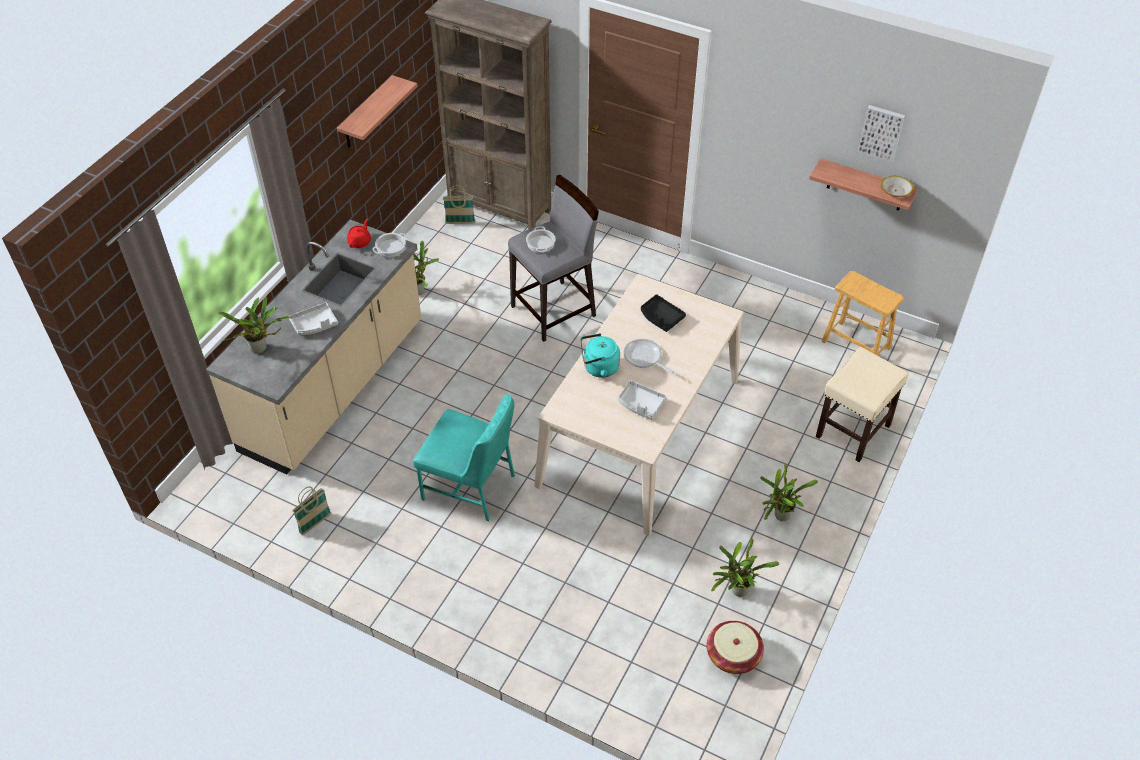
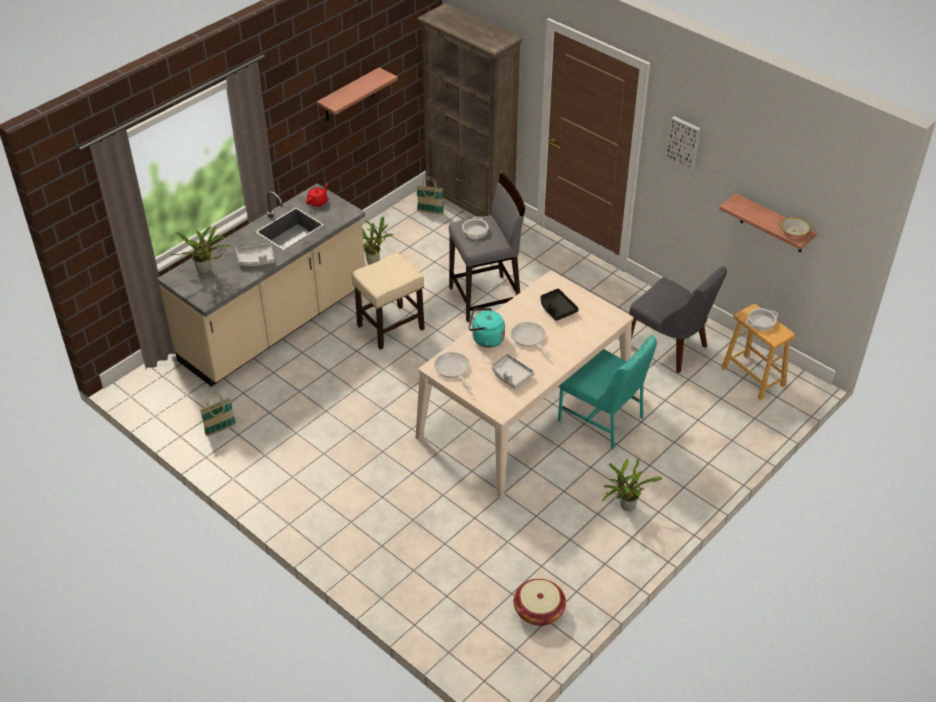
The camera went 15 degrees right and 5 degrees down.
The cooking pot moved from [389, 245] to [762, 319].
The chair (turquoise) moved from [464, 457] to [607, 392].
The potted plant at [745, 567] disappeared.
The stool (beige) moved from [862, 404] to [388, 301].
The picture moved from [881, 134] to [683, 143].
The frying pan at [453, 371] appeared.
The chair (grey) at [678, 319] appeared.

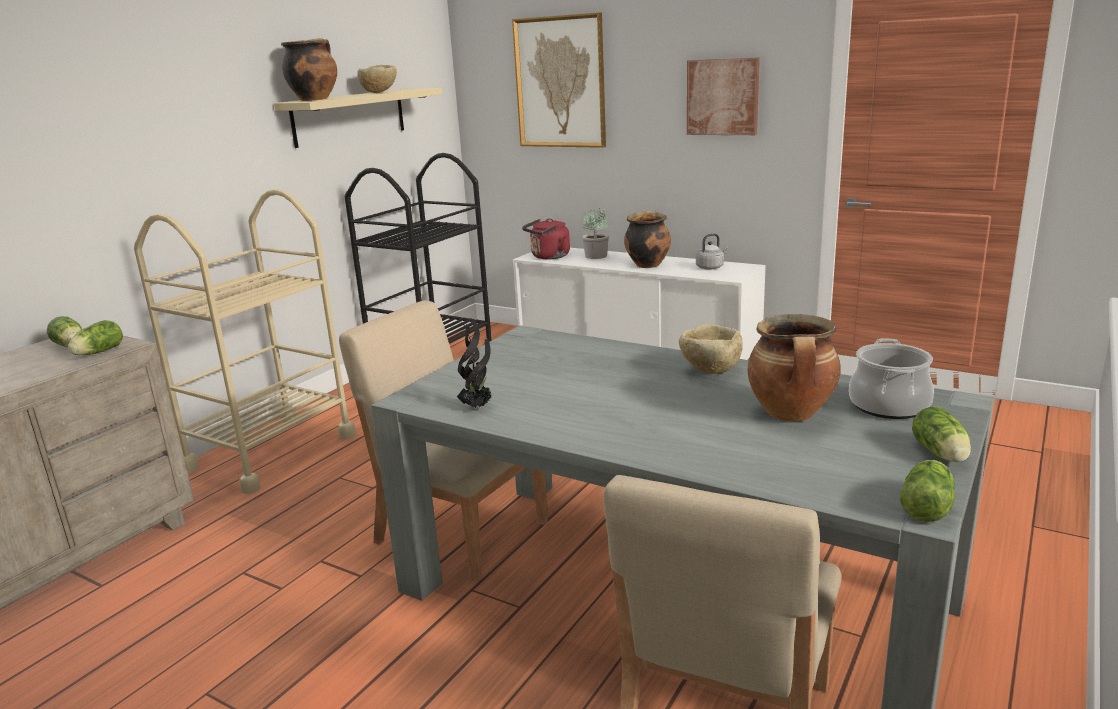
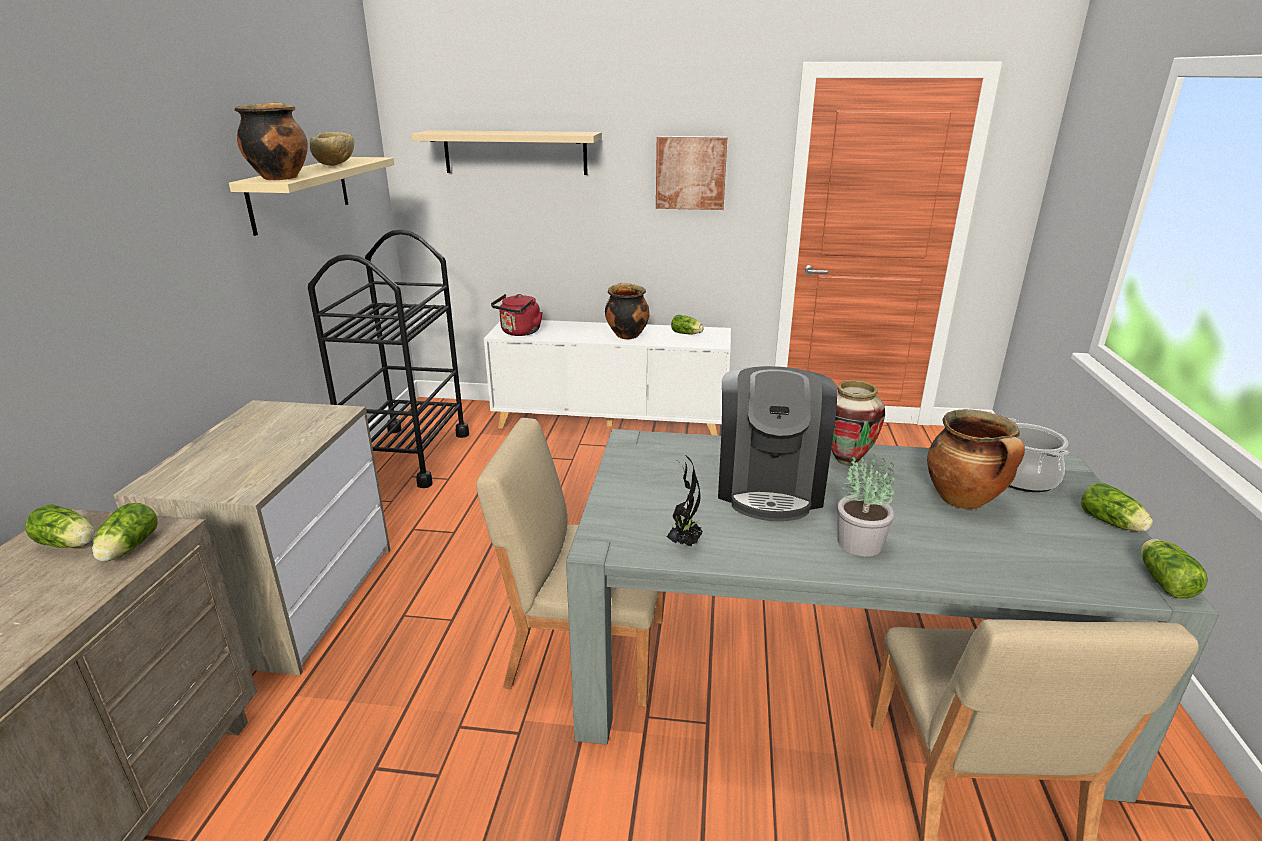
The camera went 25 degrees left and 5 degrees up.
The cart (beige) at [245, 341] was replaced by the dresser at [252, 537].
The picture at [559, 80] was replaced by the shelf (beige) at [506, 152].
The potted plant moved from [595, 233] to [865, 504].
The bowl (beige) at [710, 349] was replaced by the vase at [858, 423].
The kettle (grey) at [712, 251] was replaced by the lettuce at [687, 324].
The coffee machine at [777, 443] appeared.

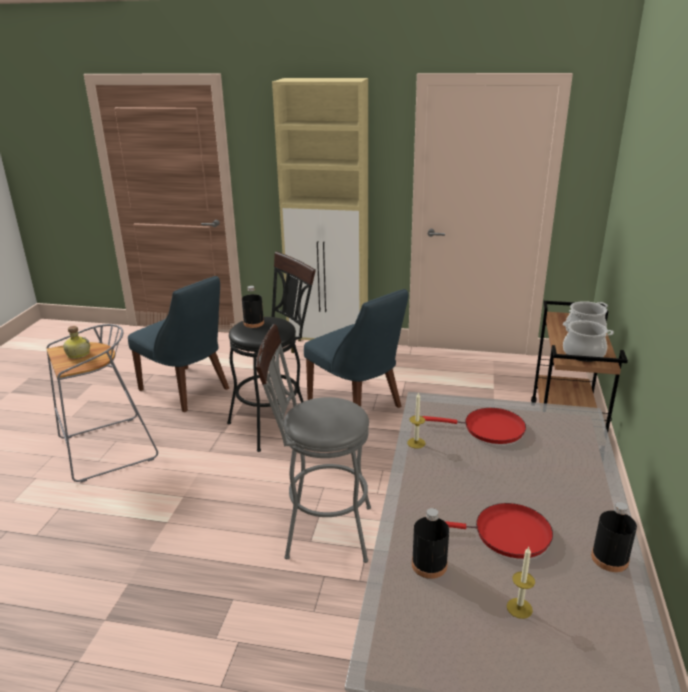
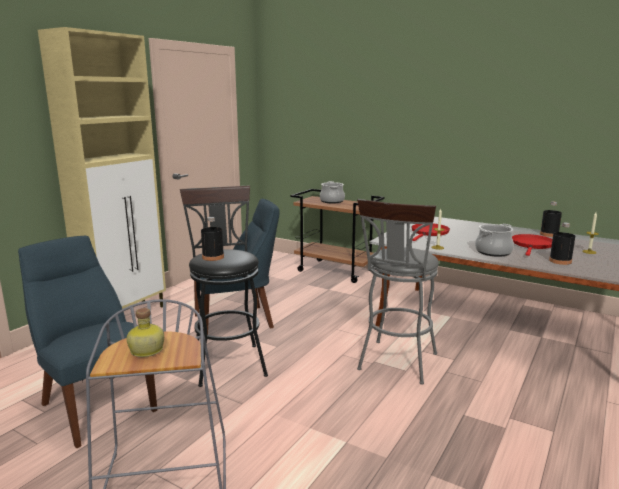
The camera went 70 degrees left and 10 degrees down.
The chair (blue) at [178, 344] turned 105 degrees counterclockwise.
The cooking pot moved from [588, 341] to [494, 240].

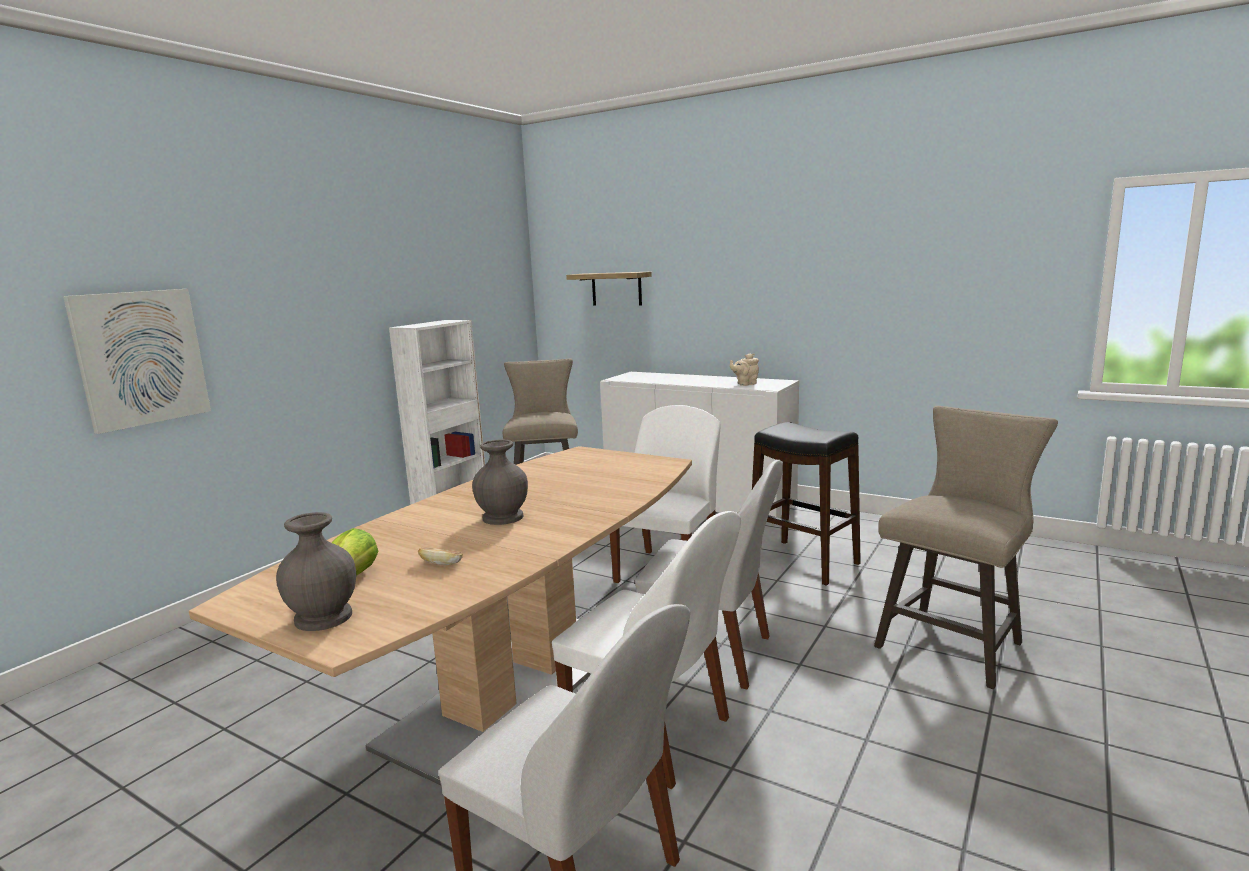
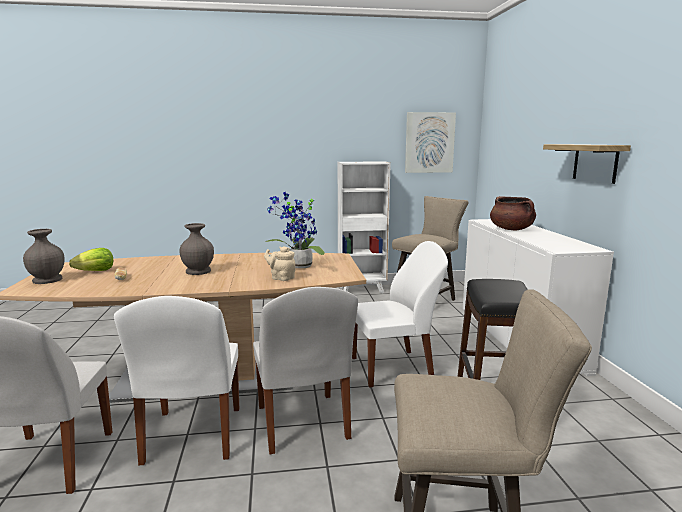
The camera went 50 degrees right and 0 degrees up.
The picture moved from [137, 361] to [430, 142].
The shelf moved from [609, 289] to [587, 164].
The teapot (beige) moved from [744, 369] to [279, 263].
The potted plant at [295, 230] appeared.
The cooking pot (brown) at [513, 213] appeared.

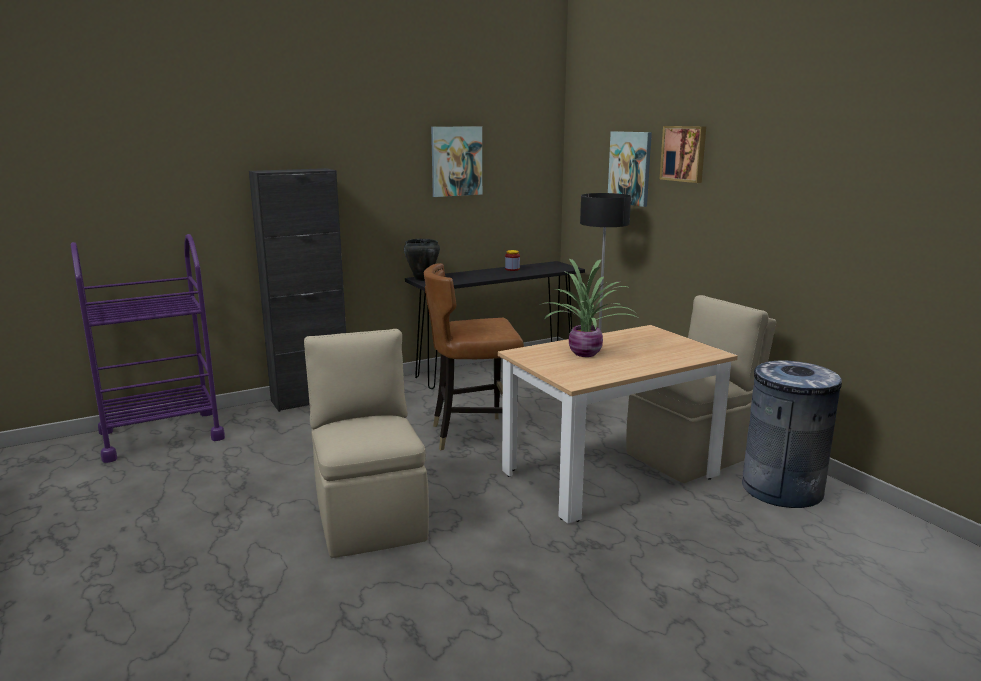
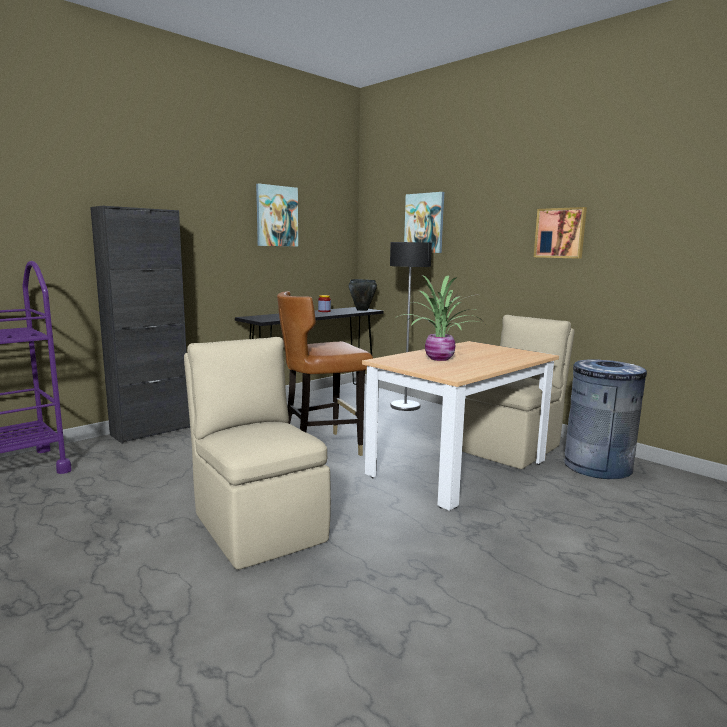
The camera went 15 degrees left and 5 degrees down.
The cooking pot (black) moved from [422, 260] to [363, 295].
The picture moved from [683, 154] to [560, 233].

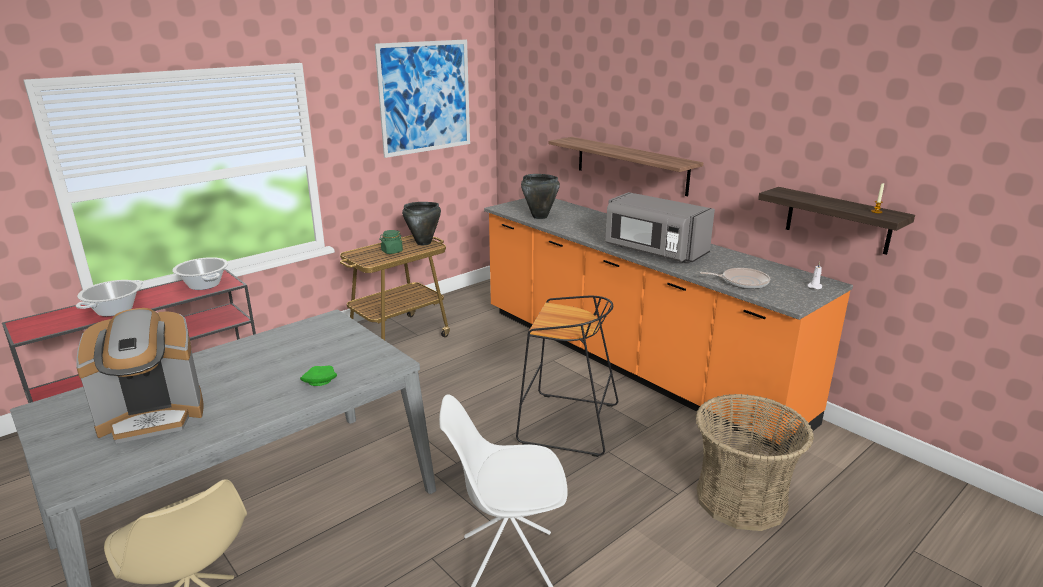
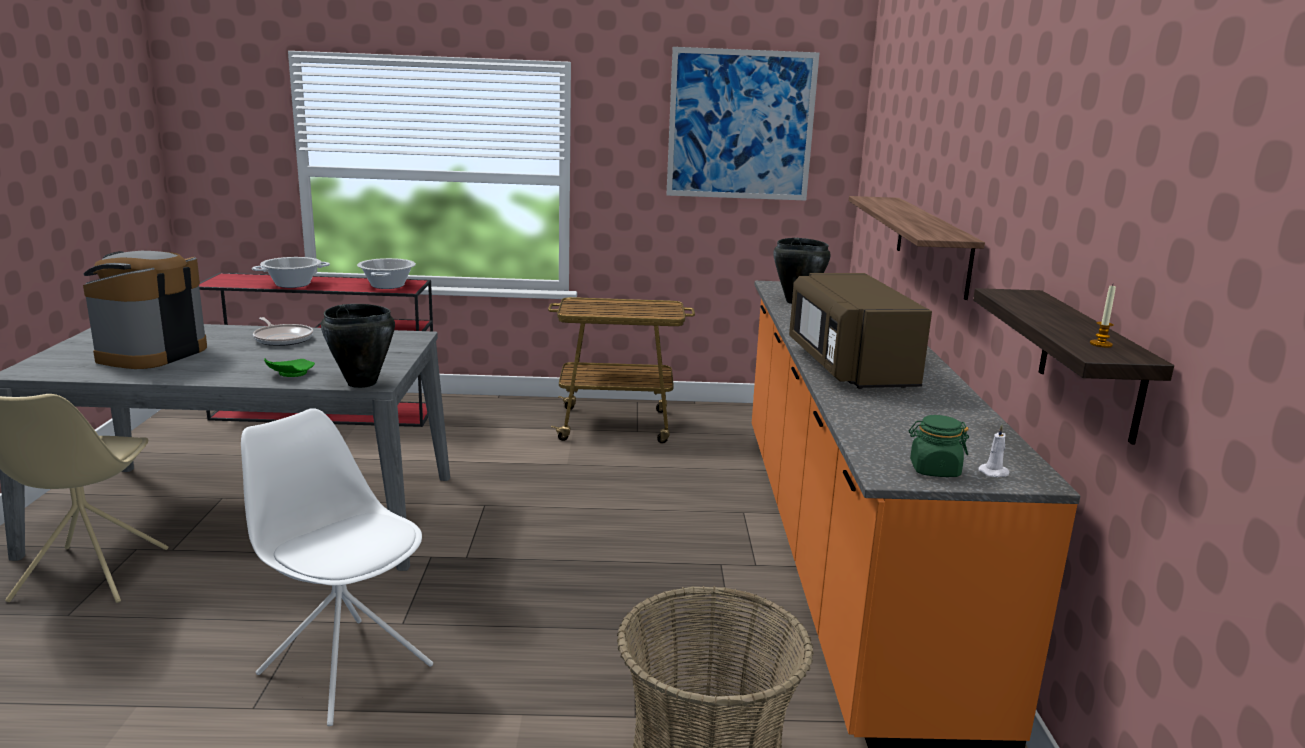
The camera went 40 degrees right and 5 degrees down.
The coffee machine at [140, 376] turned 90 degrees clockwise.
The jar (green) moved from [391, 242] to [939, 446].
The cooking pot (black) moved from [421, 223] to [358, 346].
The stool (black) at [567, 376] disappeared.
The microwave (grey) at [660, 227] became the microwave (brown) at [860, 331].
The frying pan moved from [735, 278] to [283, 331].

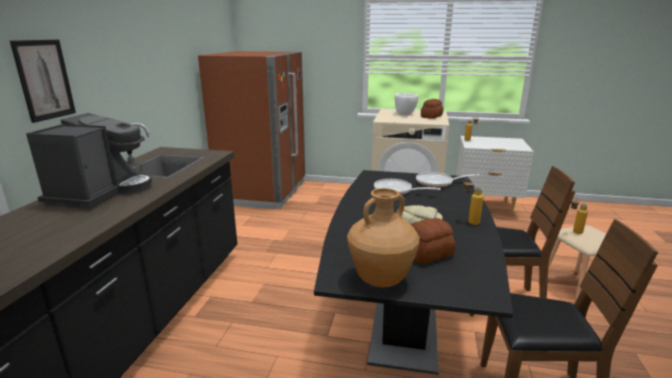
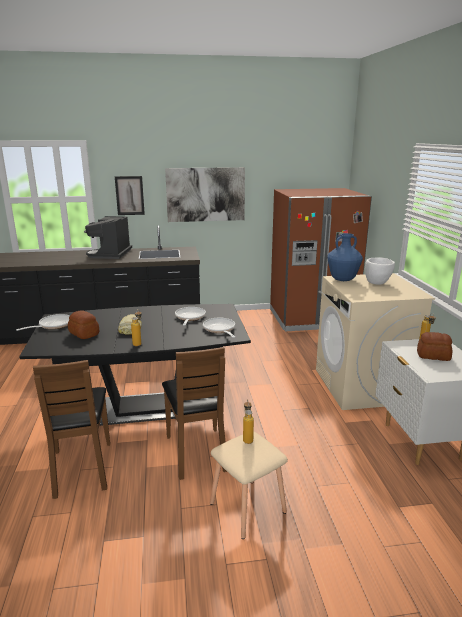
The camera went 70 degrees right and 0 degrees up.
The coffee machine at [89, 161] turned 105 degrees clockwise.
The vase (brown) at [383, 237] was replaced by the frying pan at [43, 322].
The bread moved from [432, 109] to [434, 346].
The picture at [205, 194] appeared.
The vase (blue) at [345, 257] appeared.

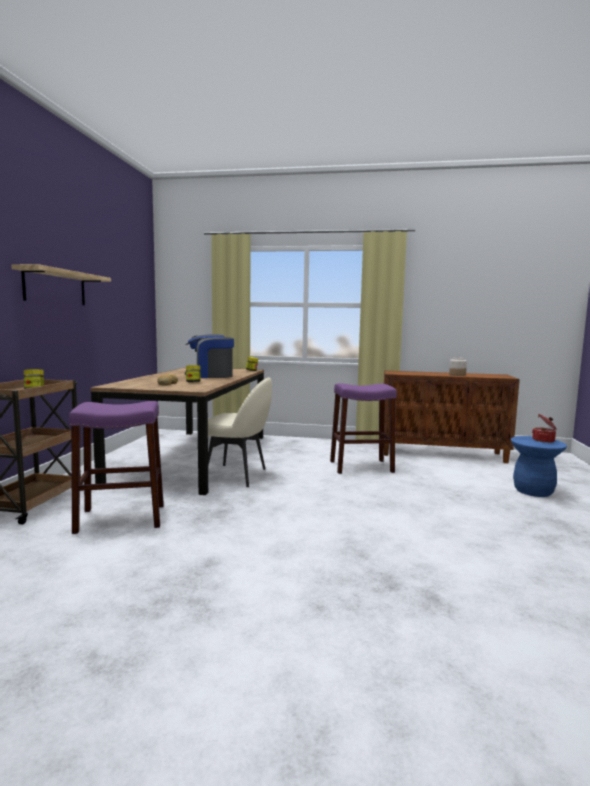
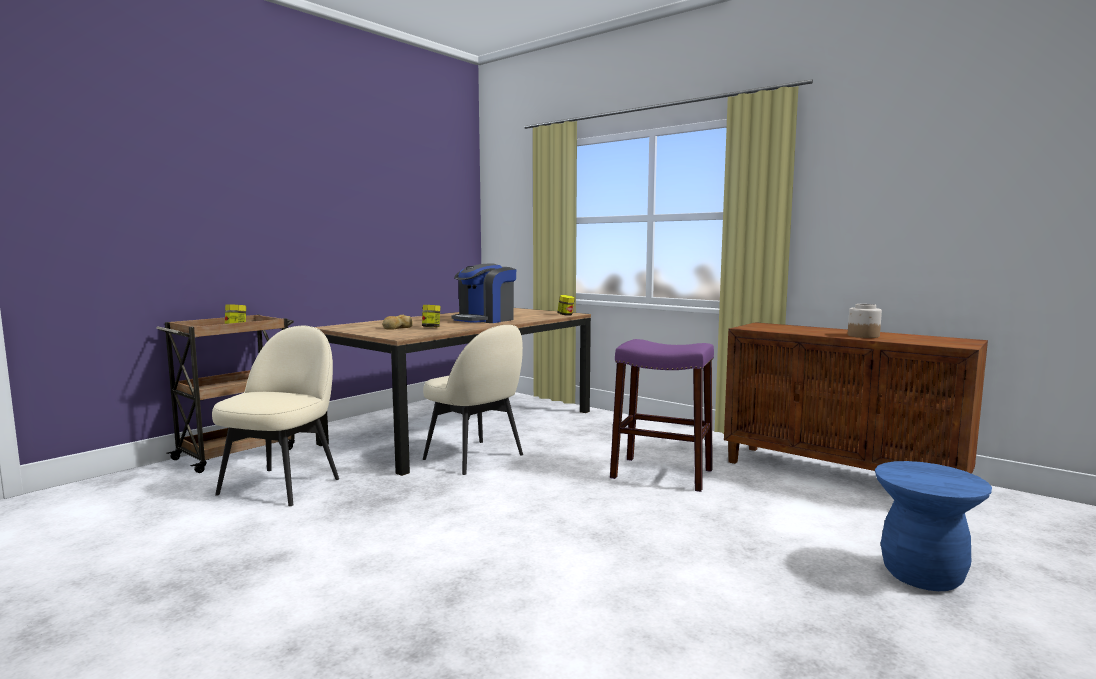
The camera went 30 degrees right and 0 degrees up.
The shelf at [61, 284] disappeared.
The stool (purple) at [116, 467] was replaced by the chair (beige) at [275, 416].
The coffee machine at [209, 356] turned 75 degrees counterclockwise.
The cooking pot at [544, 428] disappeared.

